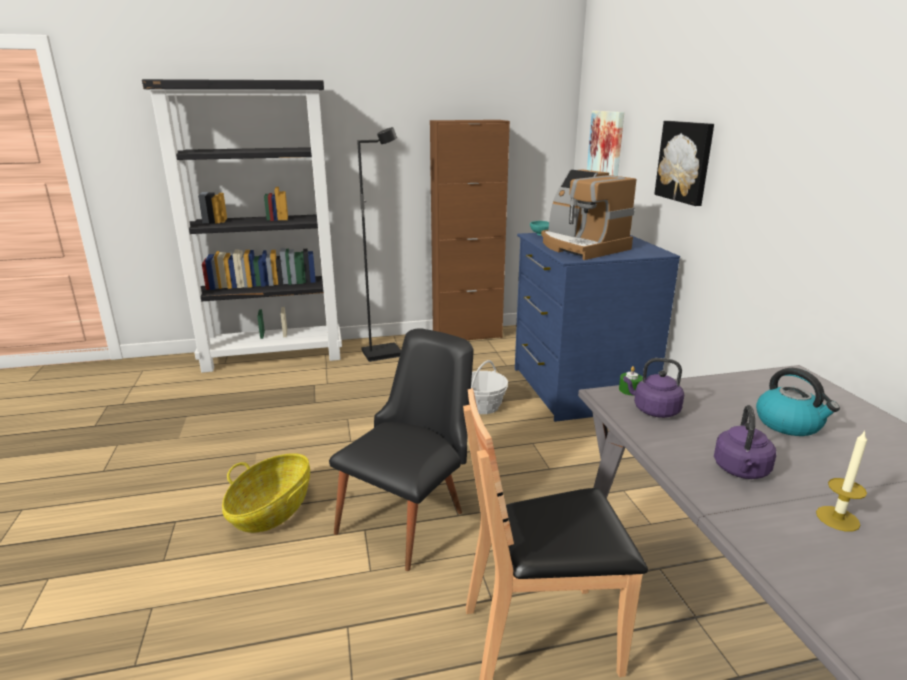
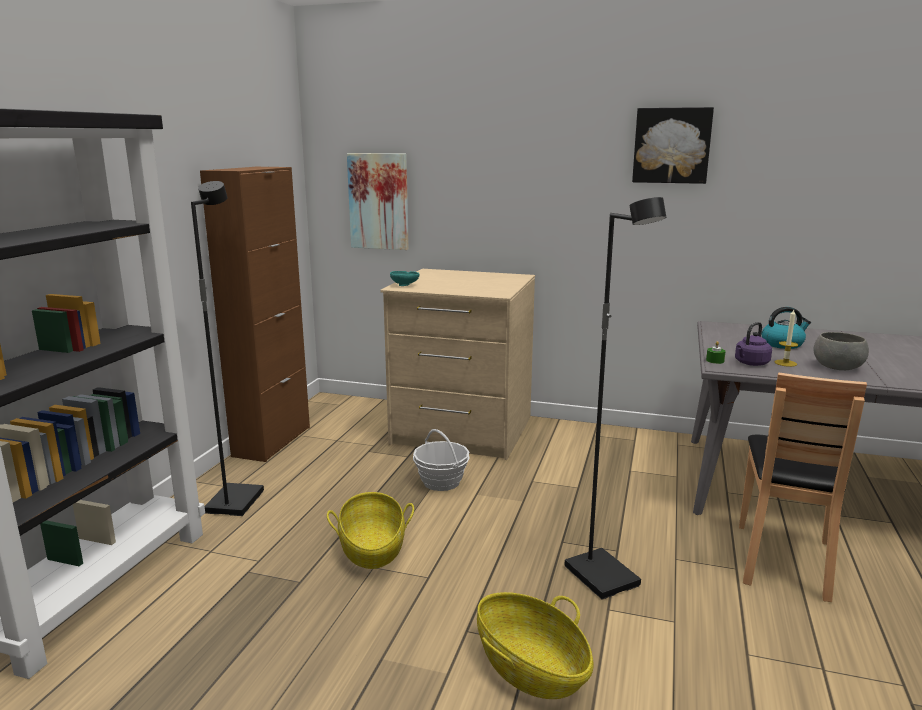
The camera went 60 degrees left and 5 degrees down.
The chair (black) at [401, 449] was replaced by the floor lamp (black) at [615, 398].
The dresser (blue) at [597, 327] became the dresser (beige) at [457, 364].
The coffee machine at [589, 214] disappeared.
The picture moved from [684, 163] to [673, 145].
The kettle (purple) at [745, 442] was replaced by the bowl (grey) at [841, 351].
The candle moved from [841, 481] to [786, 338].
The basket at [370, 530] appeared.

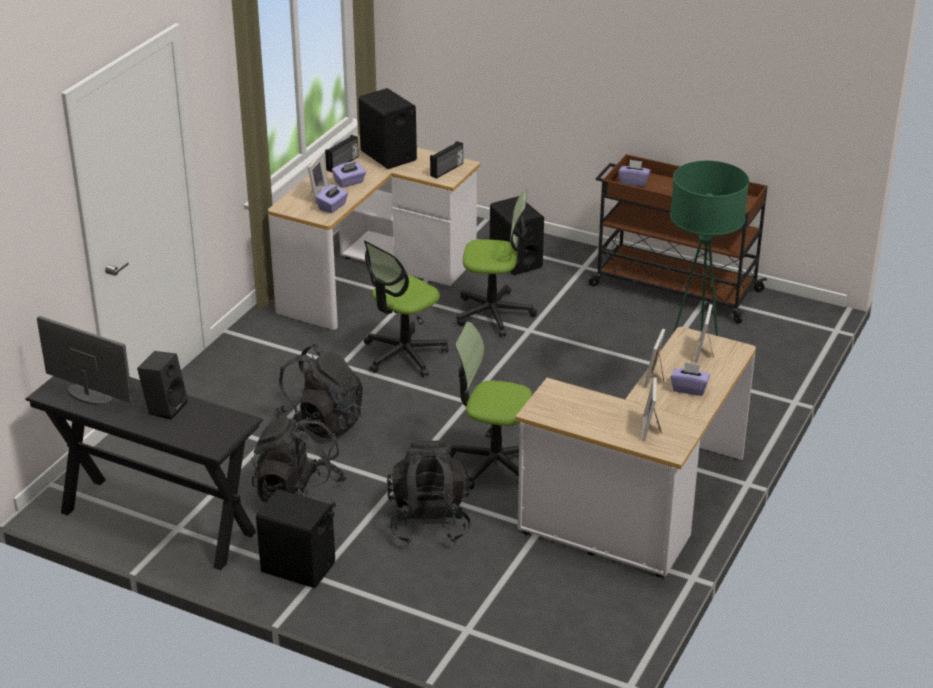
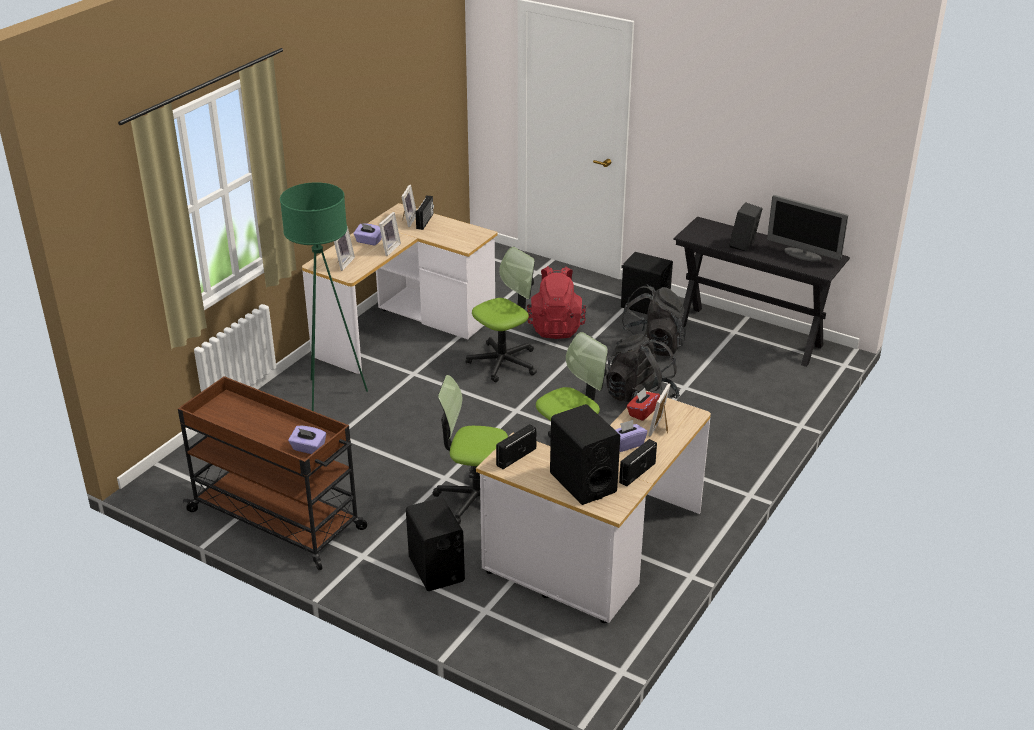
The camera went 175 degrees left and 0 degrees up.
The tissue box (purple) at [332, 198] became the tissue box (red) at [643, 404].
The backpack (black) at [429, 492] became the backpack (red) at [556, 302].
The office chair at [490, 406] turned 60 degrees counterclockwise.
The radio at [425, 212] appeared.

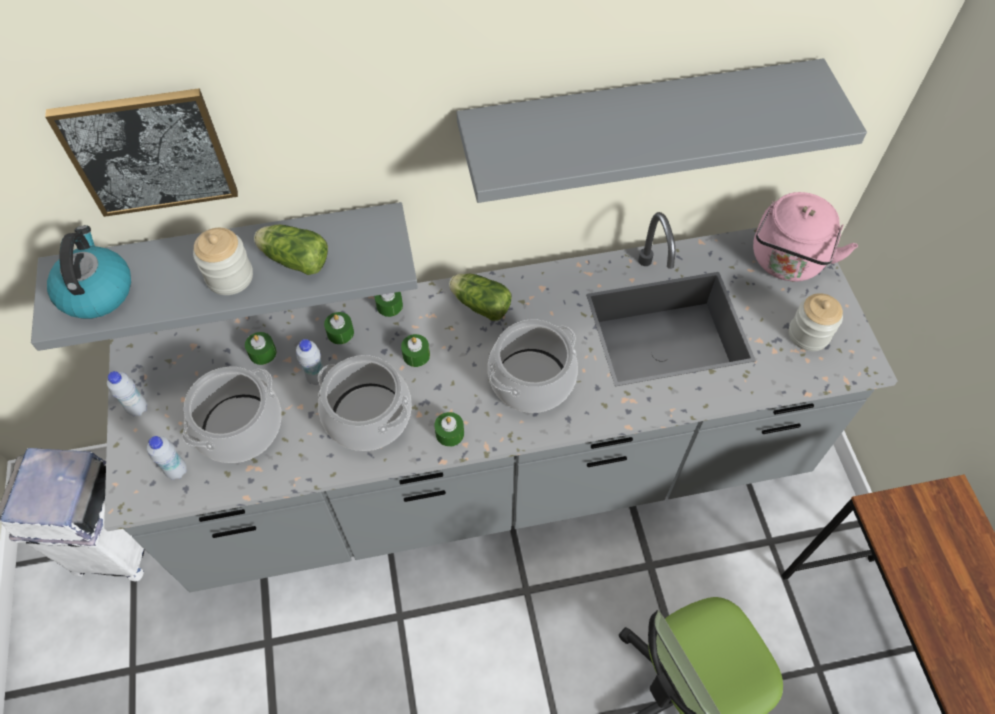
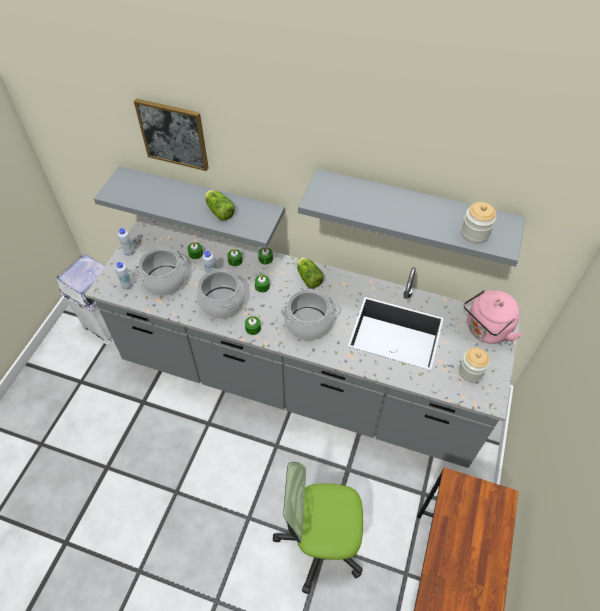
The camera went 30 degrees right and 5 degrees down.
The kettle at [89, 272] disappeared.
The jar moved from [223, 261] to [478, 223].

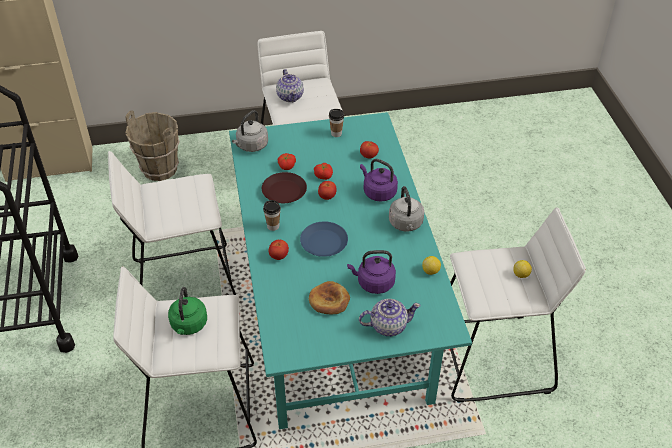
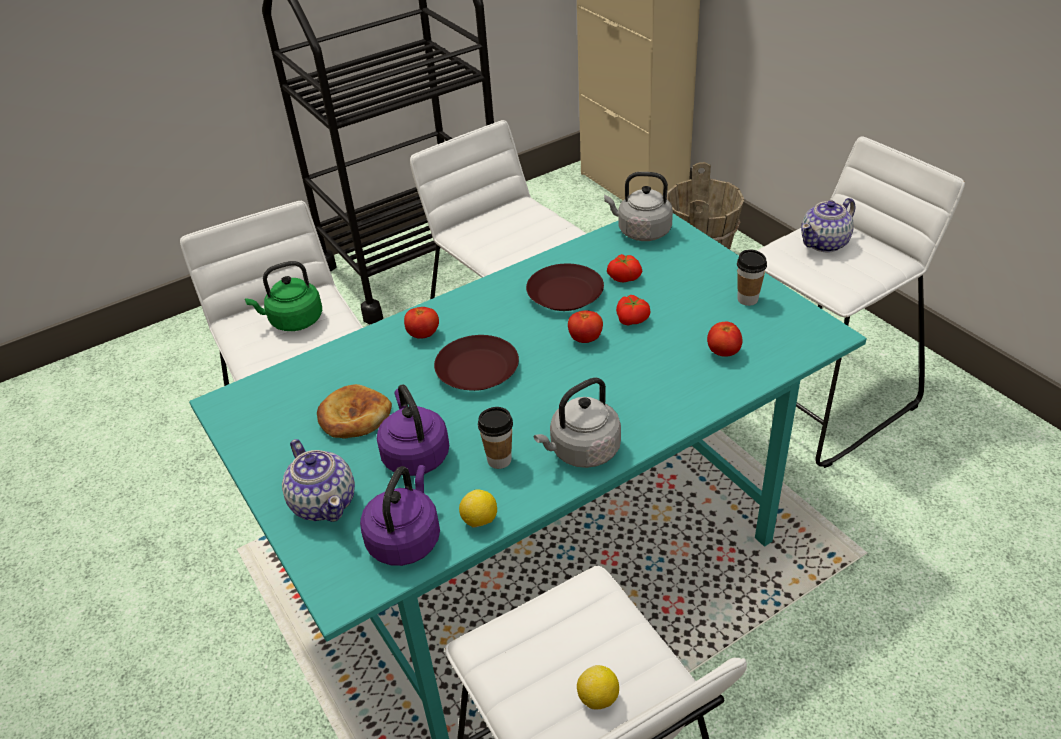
The camera went 70 degrees right and 5 degrees down.
The cup moved from [272, 215] to [495, 438].
The plate (blue) at [324, 239] became the plate (brown) at [476, 363].
The kettle (purple) moved from [379, 180] to [400, 515].

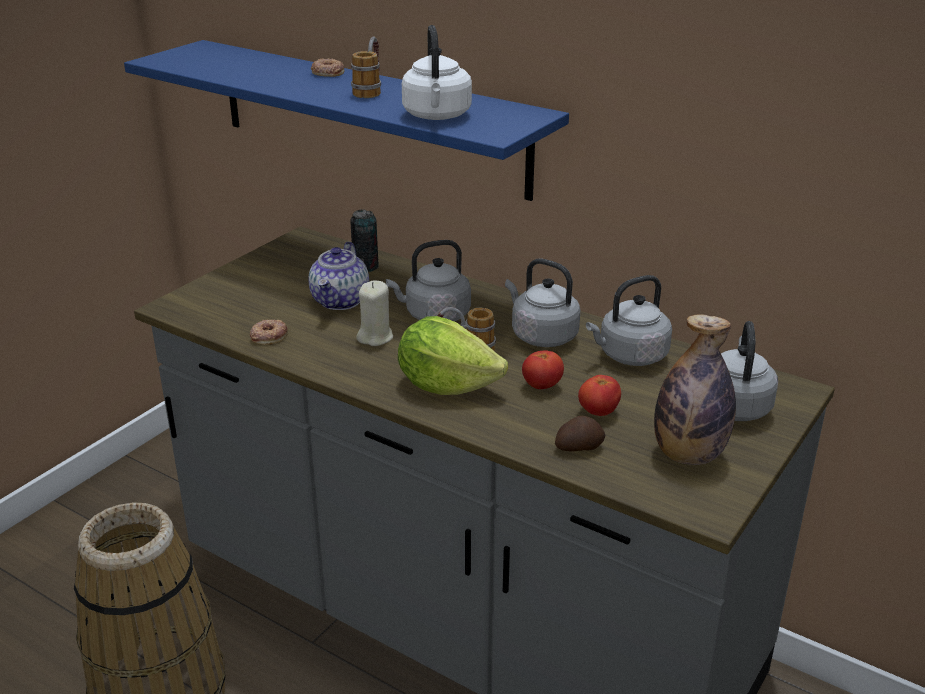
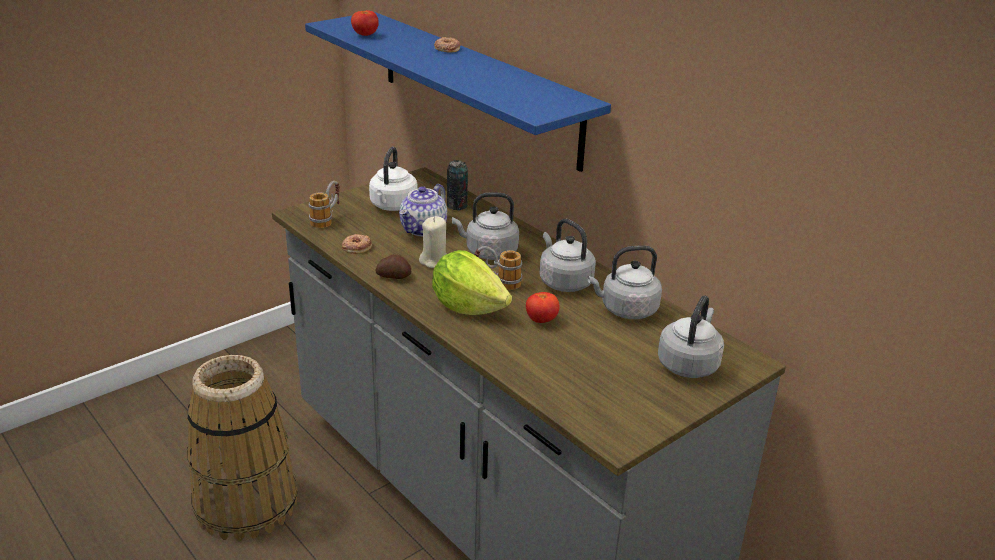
The camera went 15 degrees right and 0 degrees up.
The mug moved from [366, 67] to [324, 204].
The kettle (white) moved from [437, 72] to [393, 179].
The potato moved from [580, 433] to [393, 266].
The tomato moved from [599, 395] to [365, 23].
The bottle at [695, 390] disappeared.

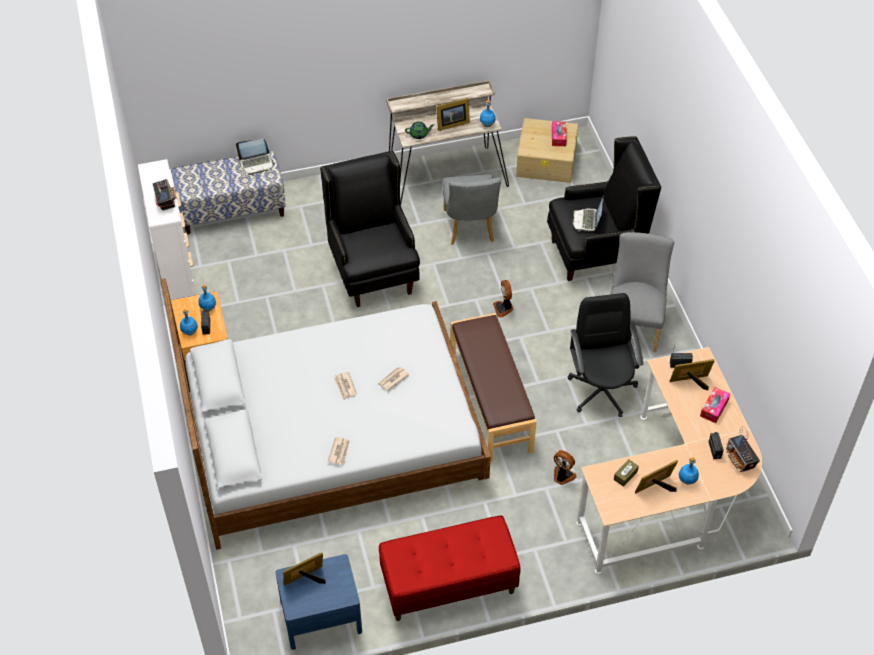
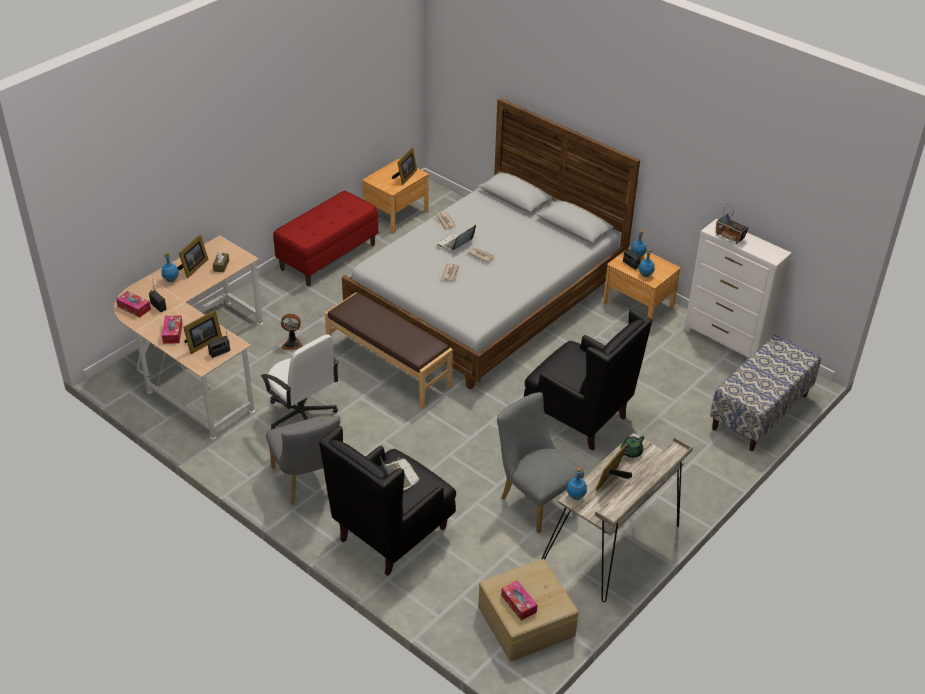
The camera went 145 degrees right and 10 degrees down.
The laptop moved from [255, 156] to [457, 238].
The nightstand (blue) at [318, 602] became the nightstand (brown) at [396, 196].
The fan at [503, 298] disappeared.
The office chair (black) at [606, 355] became the office chair (white) at [300, 382].
The radio at [743, 449] was replaced by the tissue box at [133, 304].

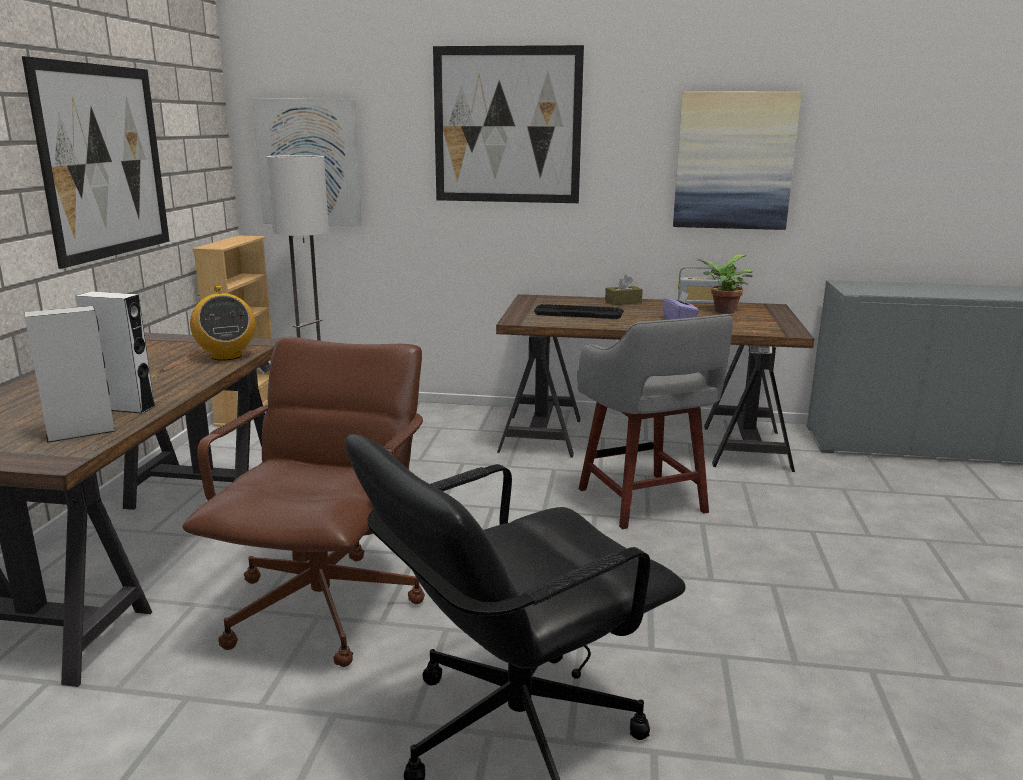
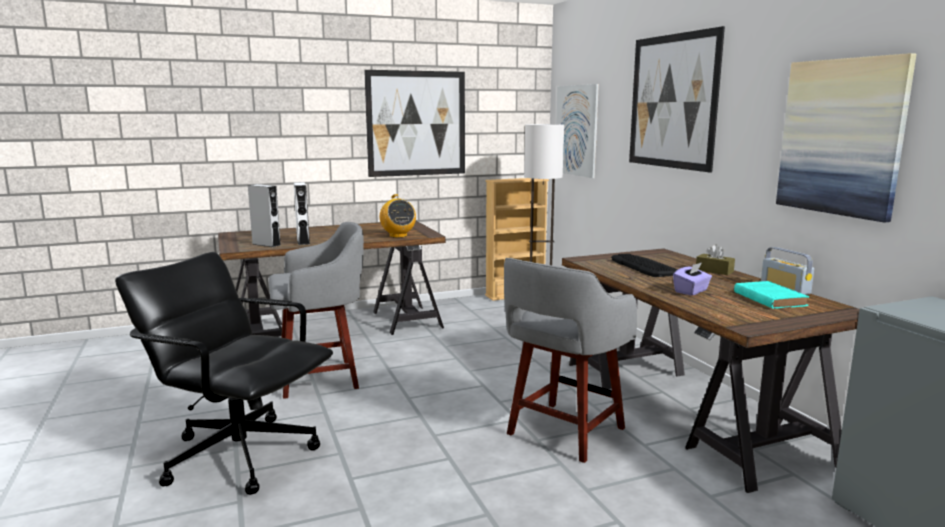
The camera went 60 degrees right and 5 degrees down.
The office chair (brown) at [303, 502] was replaced by the stool (grey) at [316, 310].
The radio at [223, 323] turned 60 degrees counterclockwise.
The potted plant at [726, 284] was replaced by the book (turquoise) at [771, 295].

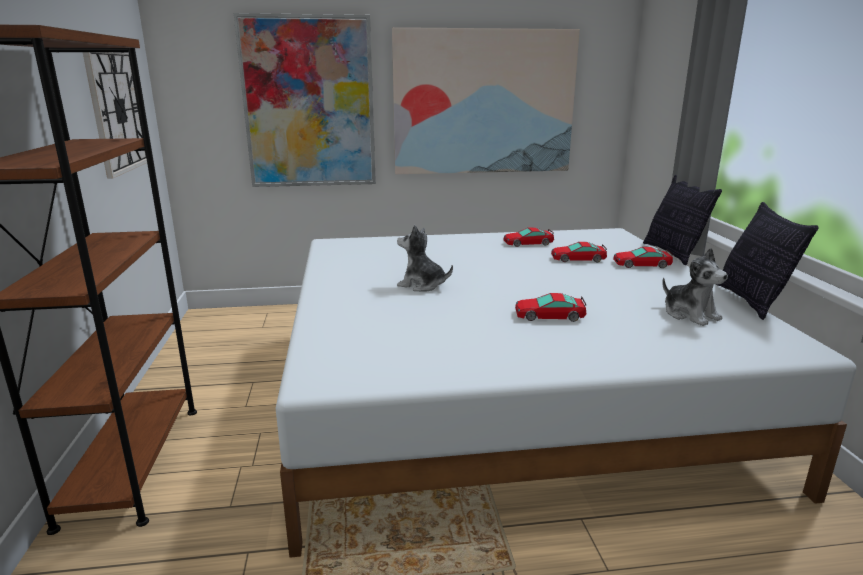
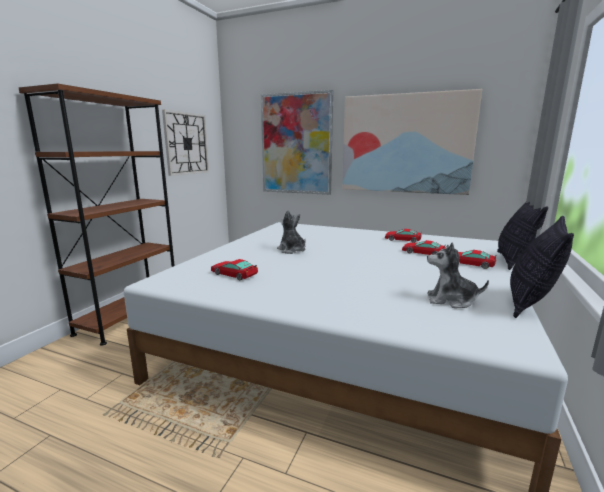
The camera went 30 degrees right and 5 degrees down.
The toy car moved from [550, 307] to [234, 270].
The plush toy at [695, 287] turned 105 degrees clockwise.

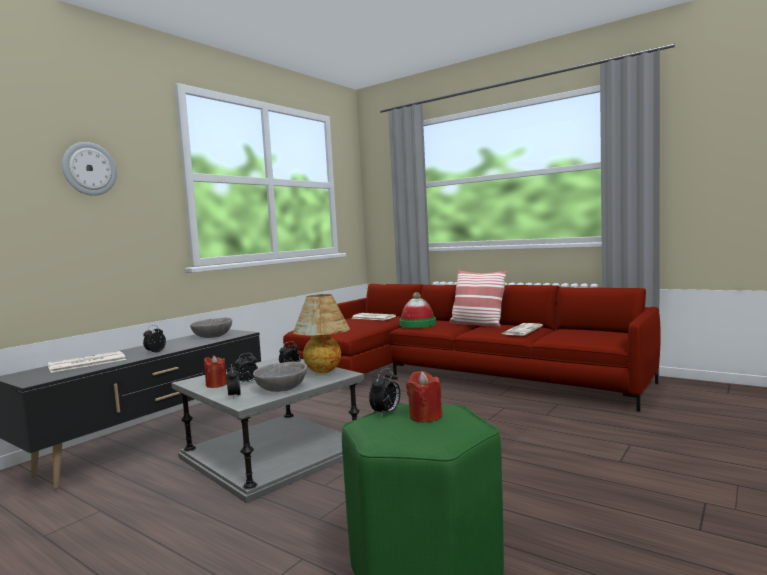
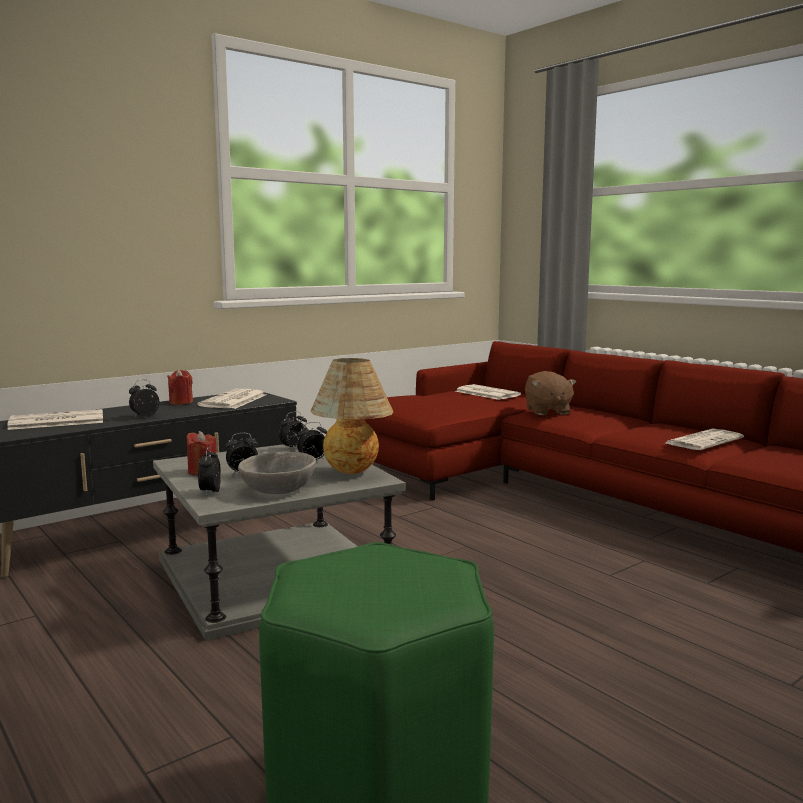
The camera went 15 degrees right and 5 degrees up.
The wall clock at [89, 169] disappeared.
The bowl (grey) at [211, 328] was replaced by the newspaper at [231, 399].
The alarm clock moved from [384, 392] to [293, 430].
The hat at [418, 310] was replaced by the plush toy (brown) at [550, 393].
The candle (red) moved from [424, 397] to [180, 387].
The pillow at [478, 298] disappeared.

